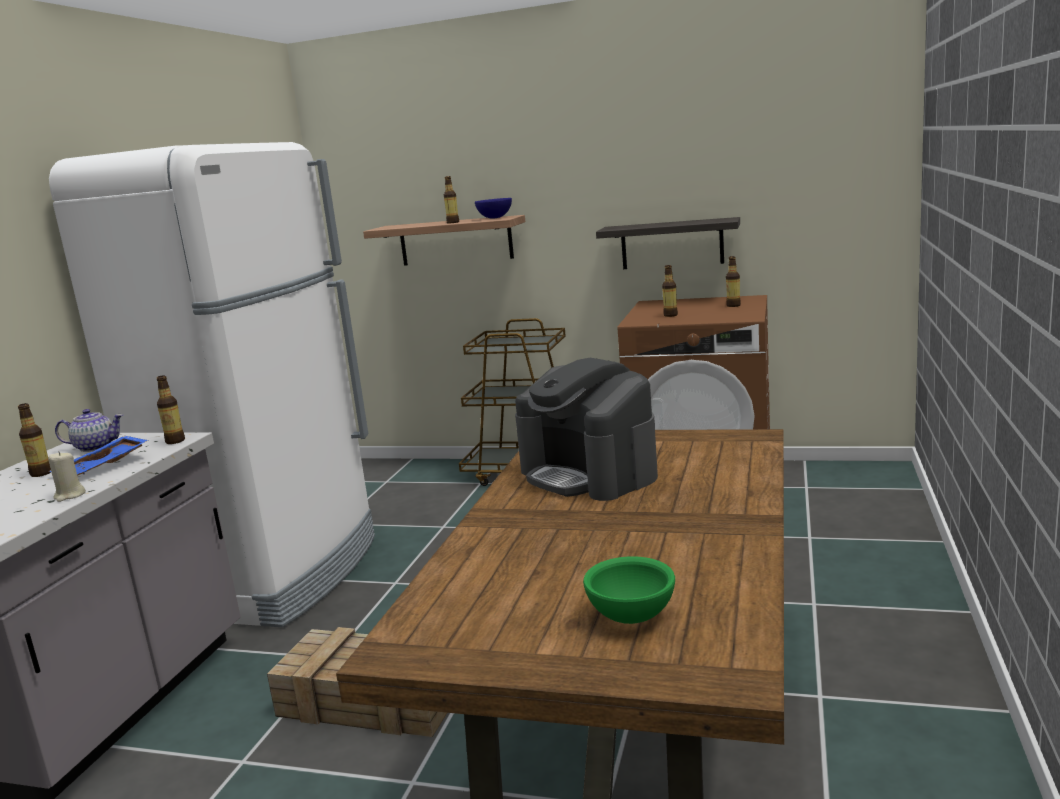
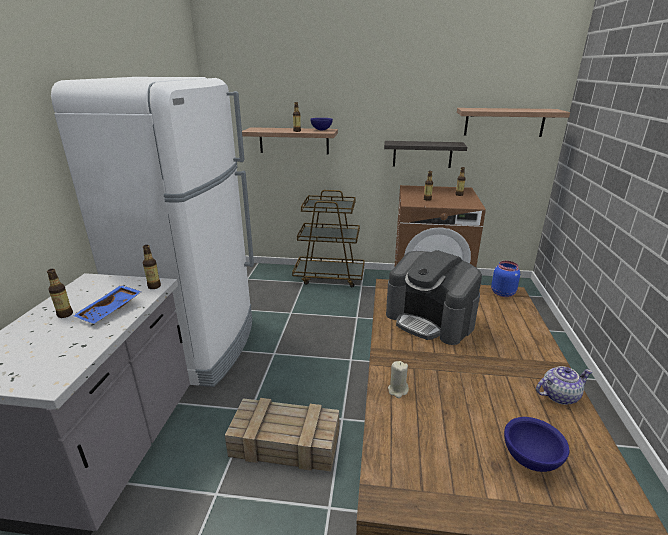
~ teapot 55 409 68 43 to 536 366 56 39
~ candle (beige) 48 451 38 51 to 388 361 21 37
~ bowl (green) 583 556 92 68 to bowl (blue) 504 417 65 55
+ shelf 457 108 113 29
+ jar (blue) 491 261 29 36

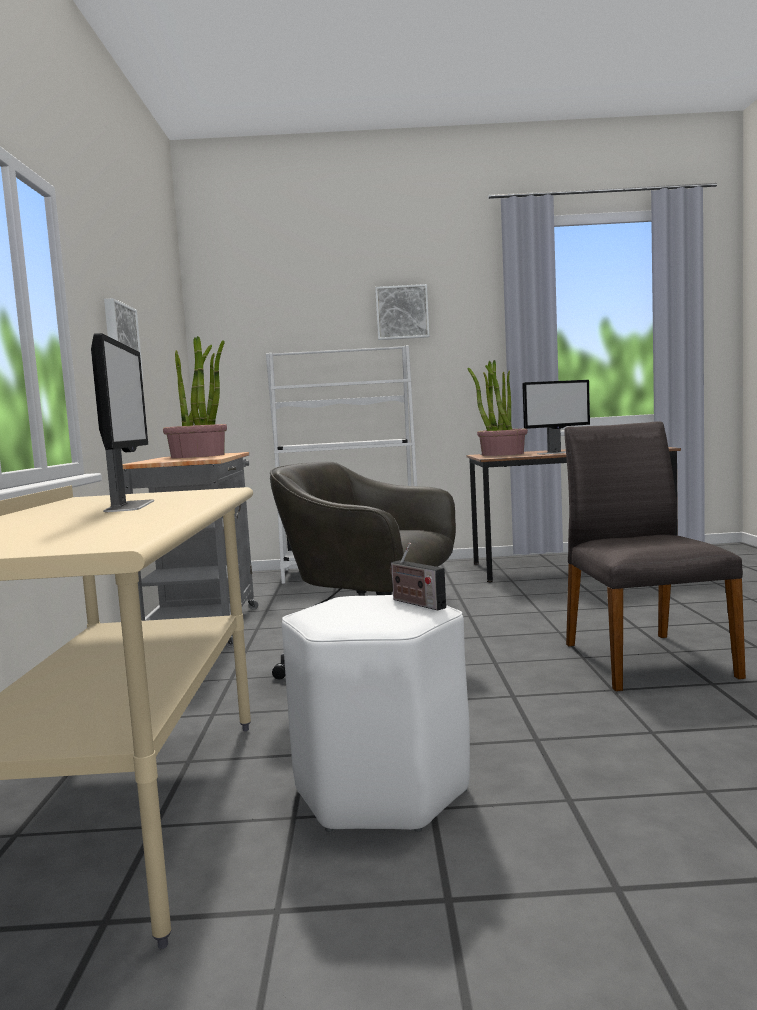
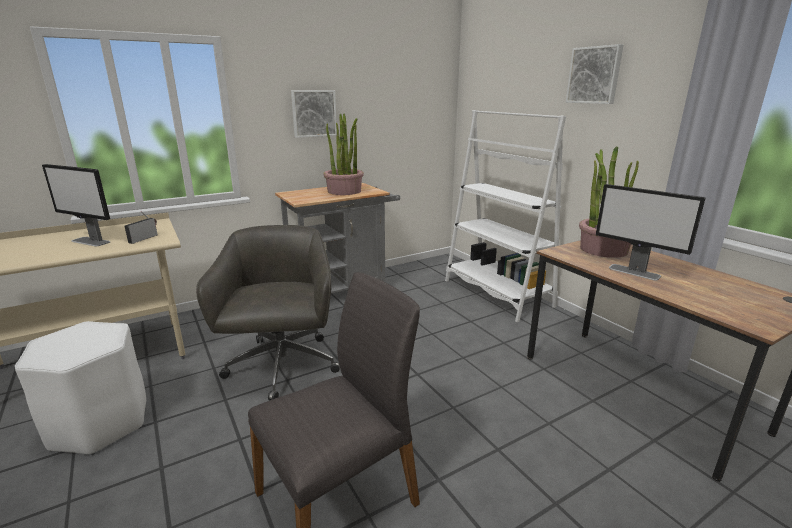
~ monitor 91 333 63 179 = 42 164 68 82 60 degrees clockwise
~ radio 390 543 56 68 to 124 211 34 33

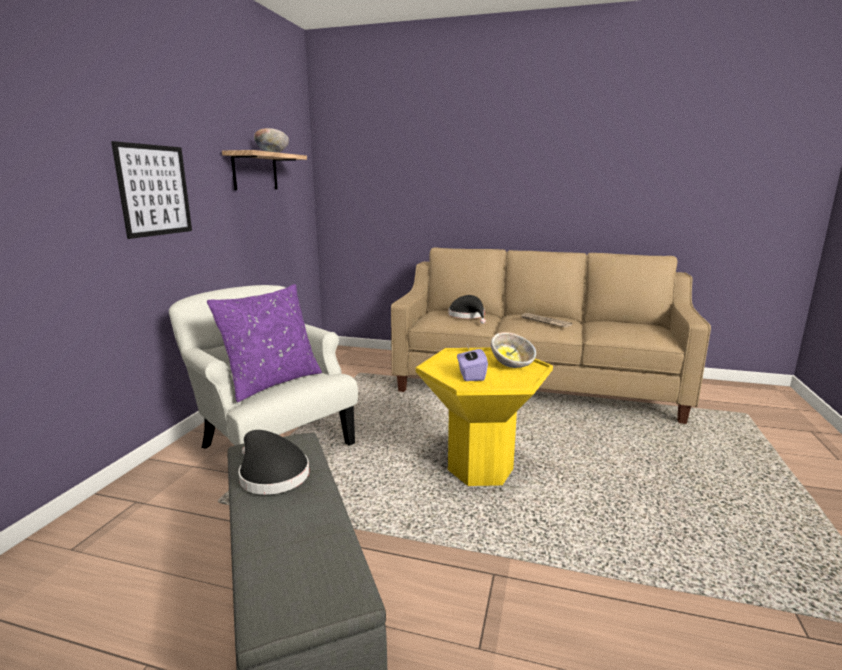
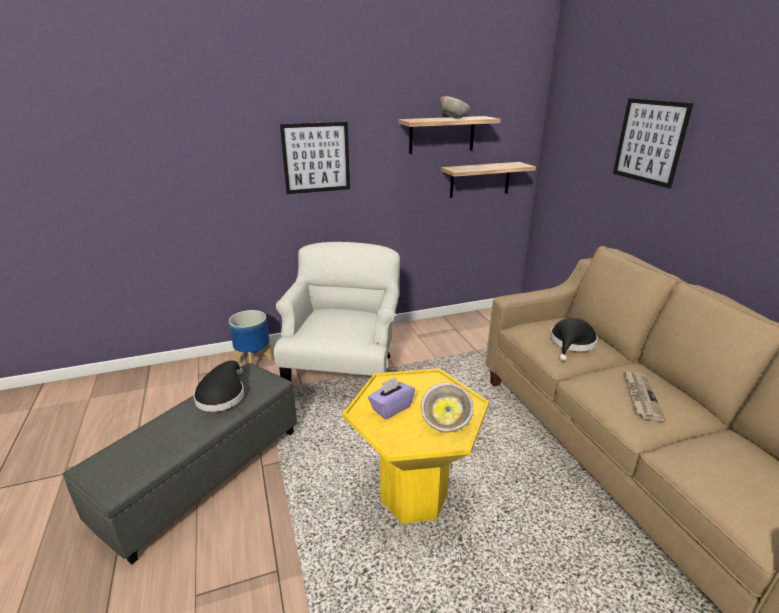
- pillow (purple) 207 284 115 118
+ picture 613 98 81 91
+ shelf 441 162 95 36
+ planter 229 310 43 54

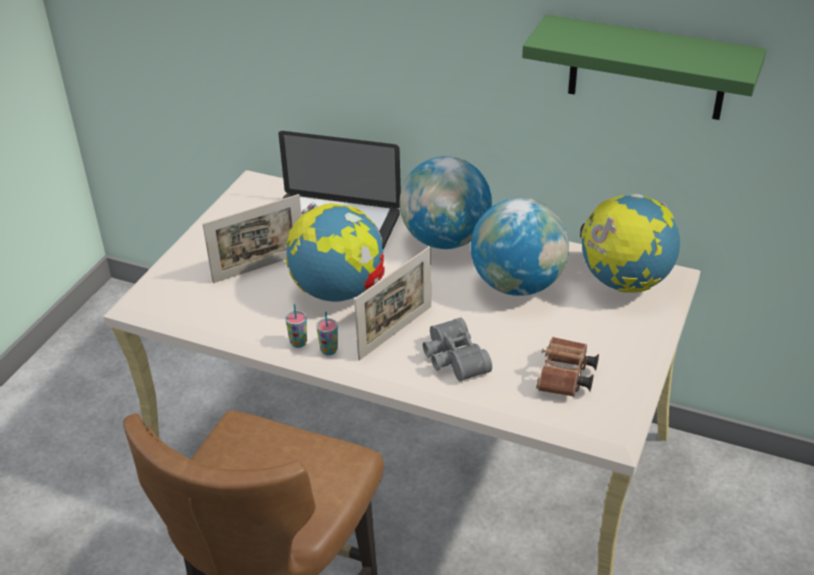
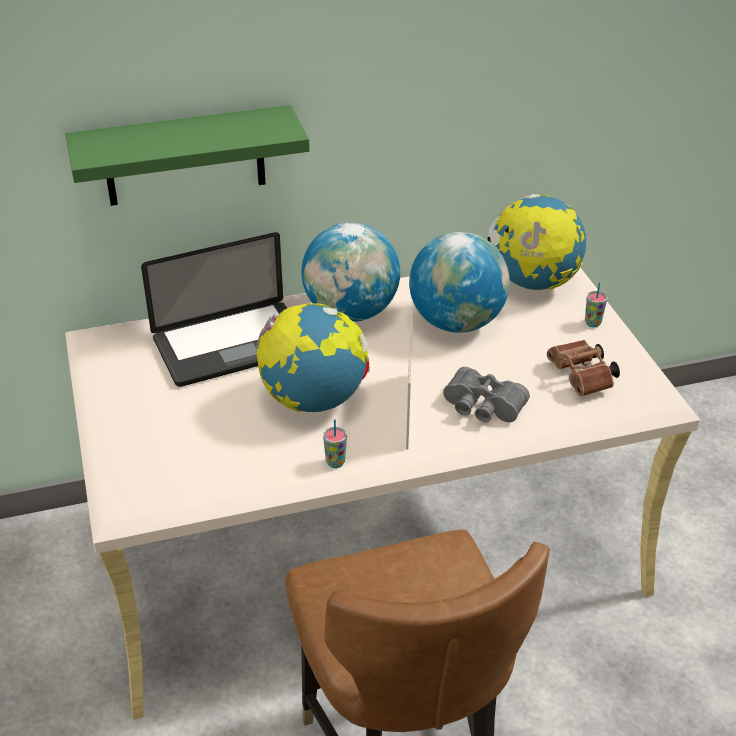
~ shelf (green) 522 15 244 105 to 65 105 245 101
- picture frame 203 194 99 89
~ cup 316 311 22 45 to 585 282 23 45

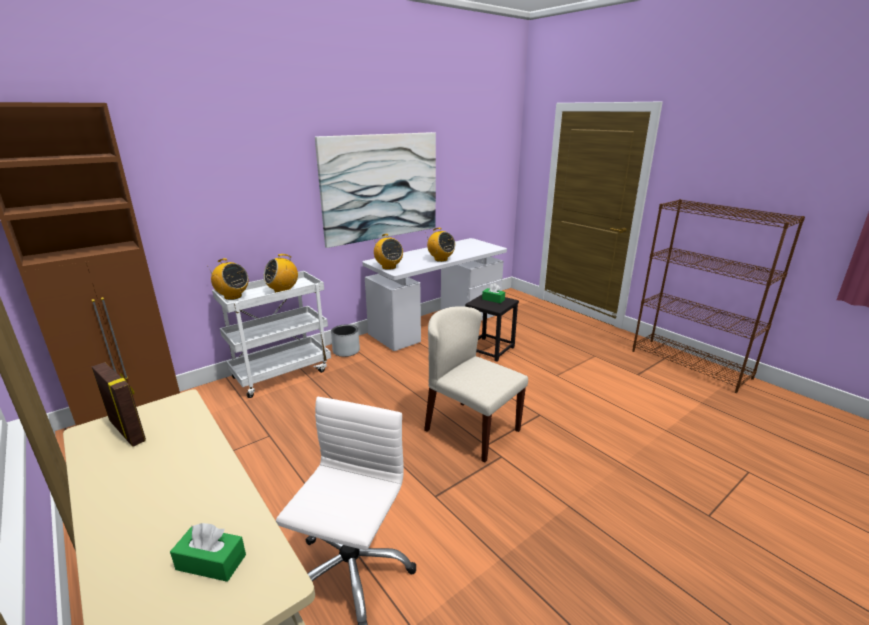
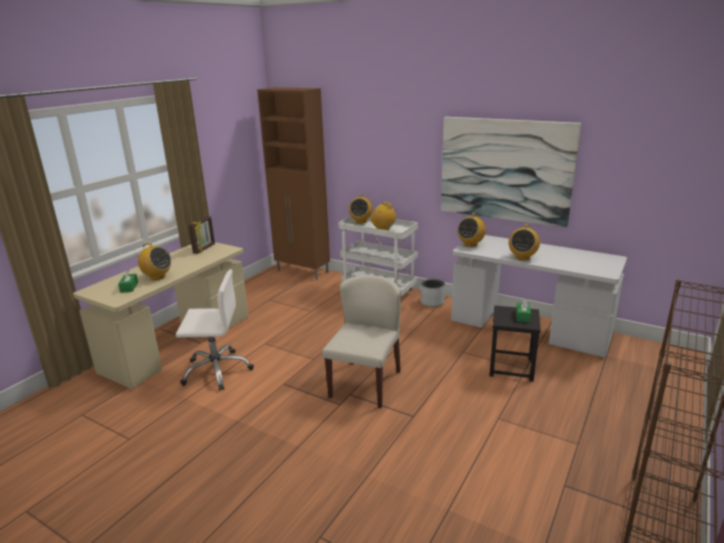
+ radio 135 243 36 37

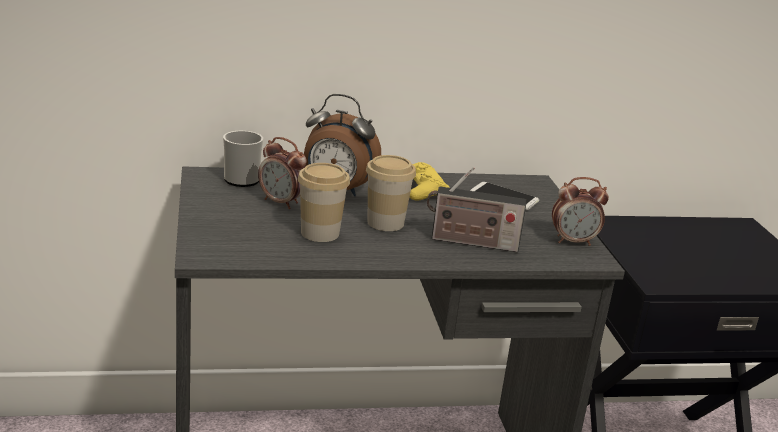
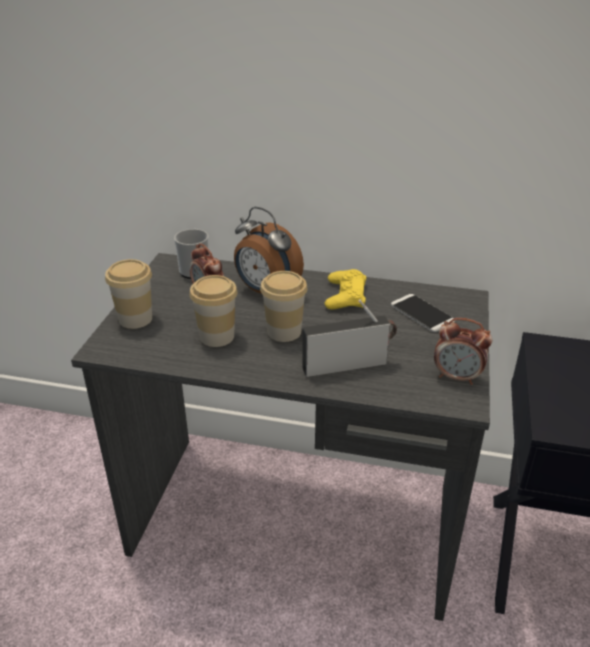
~ radio 427 167 99 85 = 302 300 95 77 135 degrees clockwise
+ cup 105 259 47 70

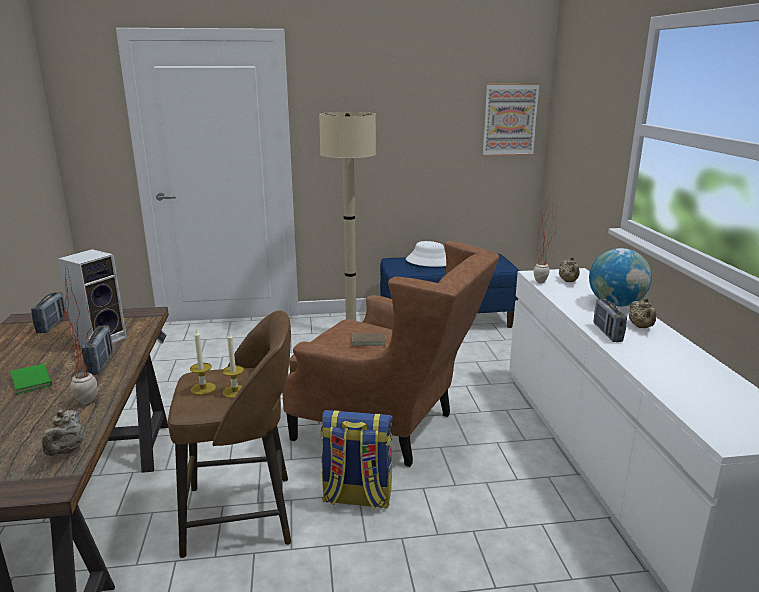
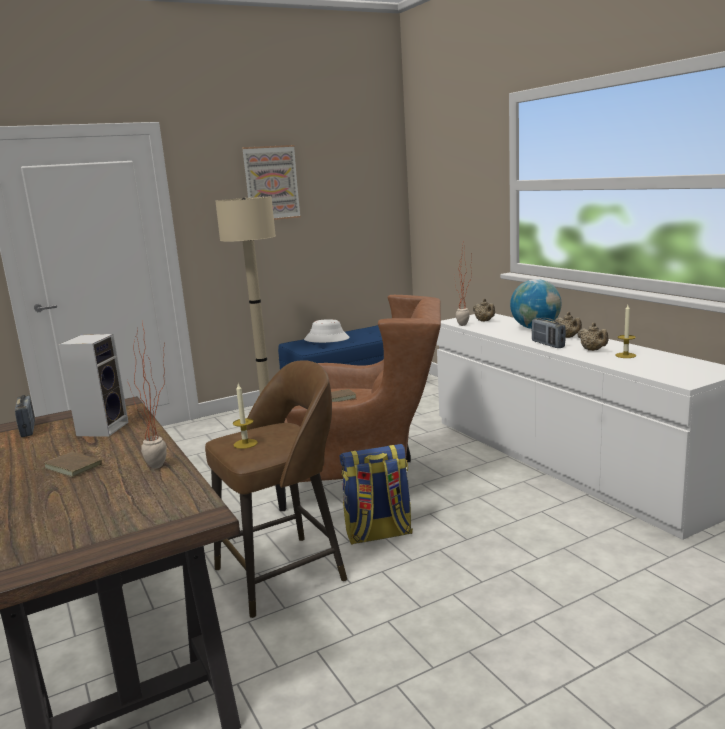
~ picture 482 83 58 73 to 242 145 59 75
- radio 82 325 31 50
~ candle 222 331 22 67 to 616 305 20 53
~ book (green) 10 362 42 33 to book (brown) 44 448 58 30
~ teapot (beige) 42 410 42 46 to 578 323 31 28

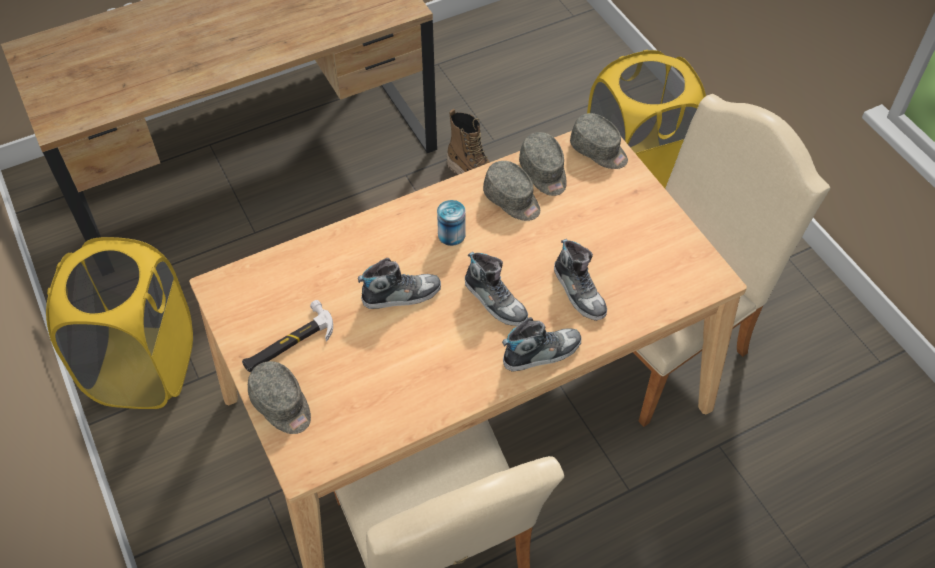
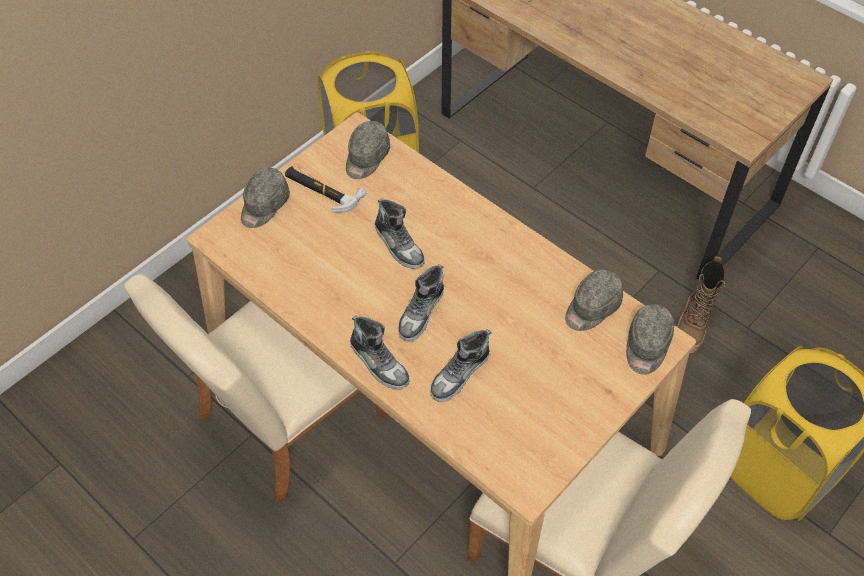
~ cap (grey) 483 161 57 60 to 346 121 44 58
- can 437 200 29 46

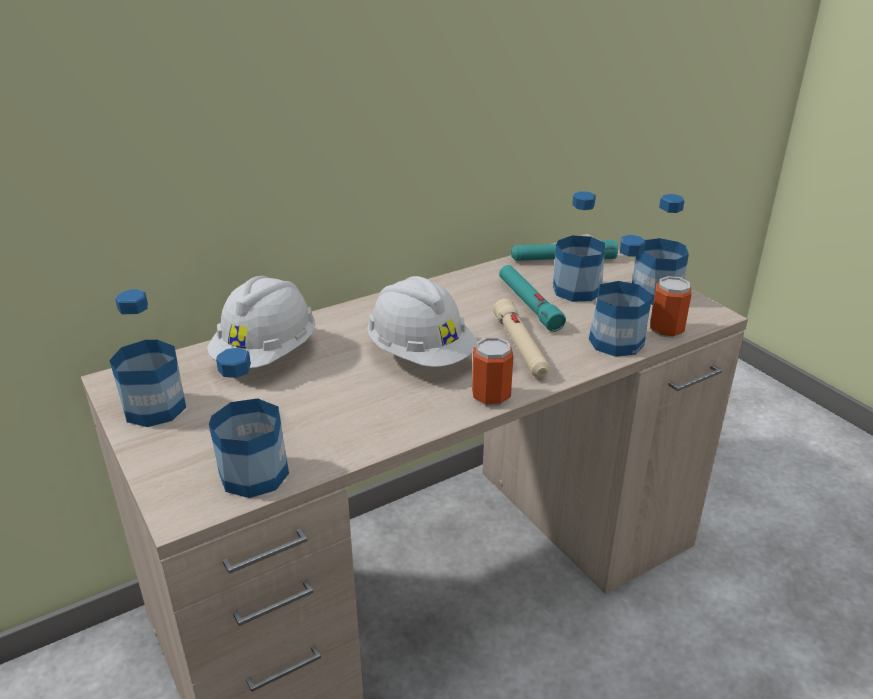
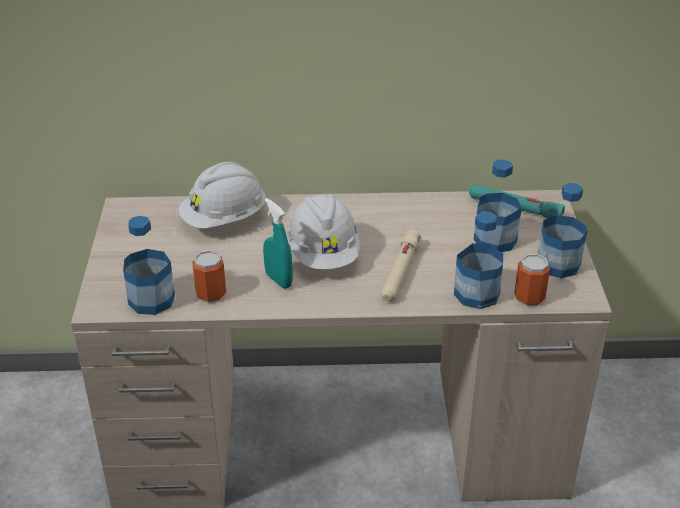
- flashlight (turquoise) 499 265 67 67
- bottle 109 289 77 138
~ can 472 337 41 69 to 192 250 34 53
+ spray bottle (turquoise) 263 198 30 91

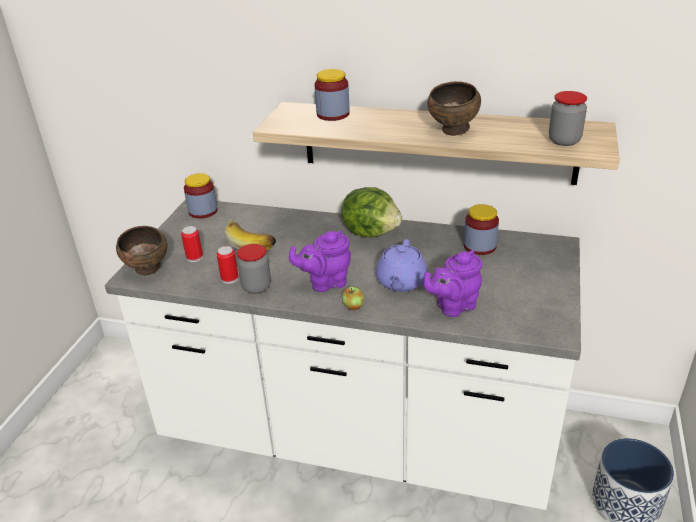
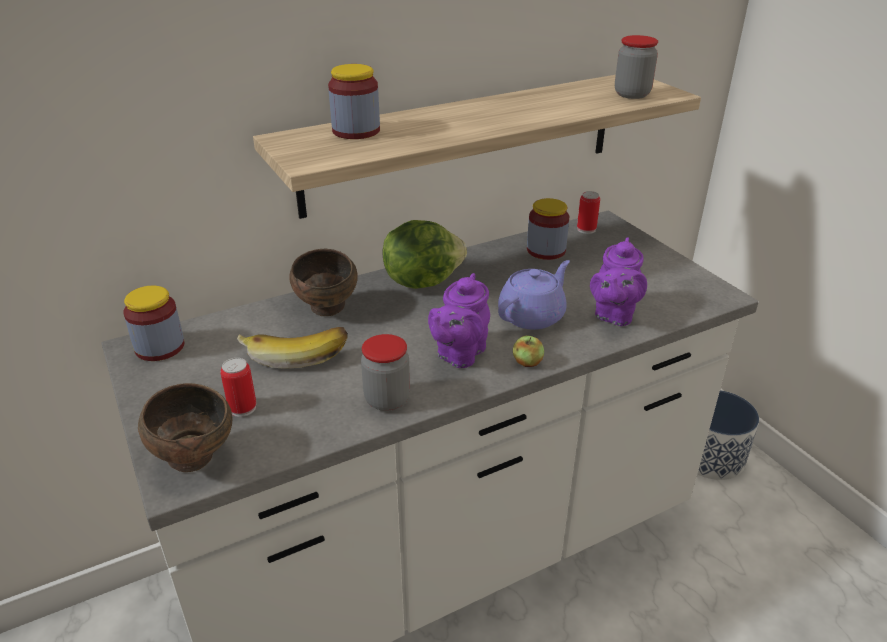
~ bowl (brown) 427 81 54 55 to 289 249 69 67
~ teapot (purple) 376 239 52 53 = 498 260 72 70 105 degrees counterclockwise
~ can 217 246 21 38 to 577 191 23 43

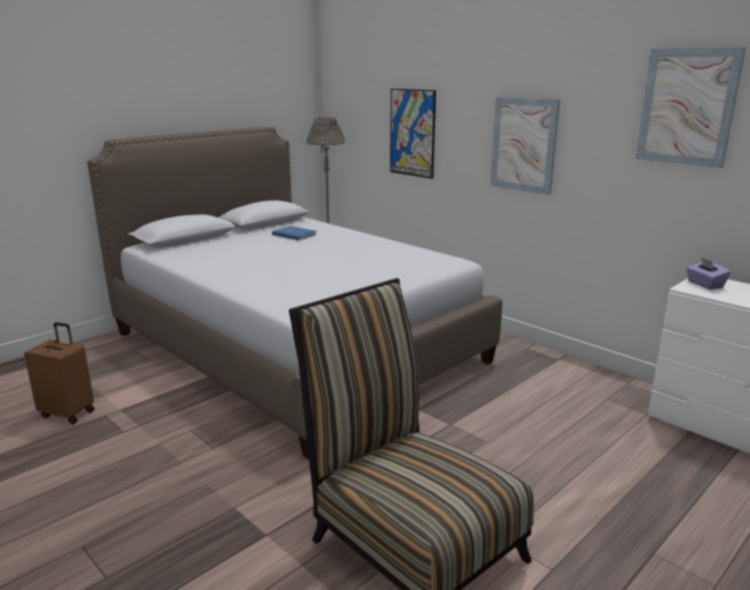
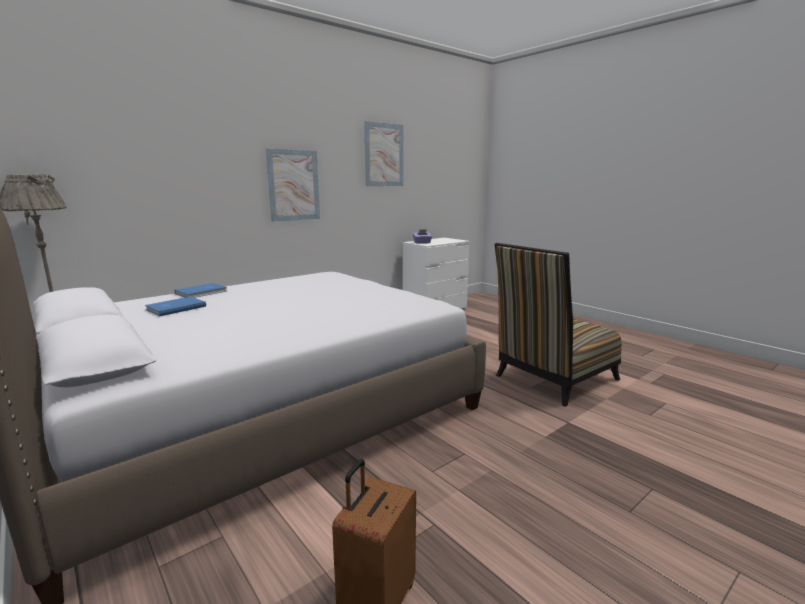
- picture 390 89 46 90
+ book (blue) 174 283 53 15

